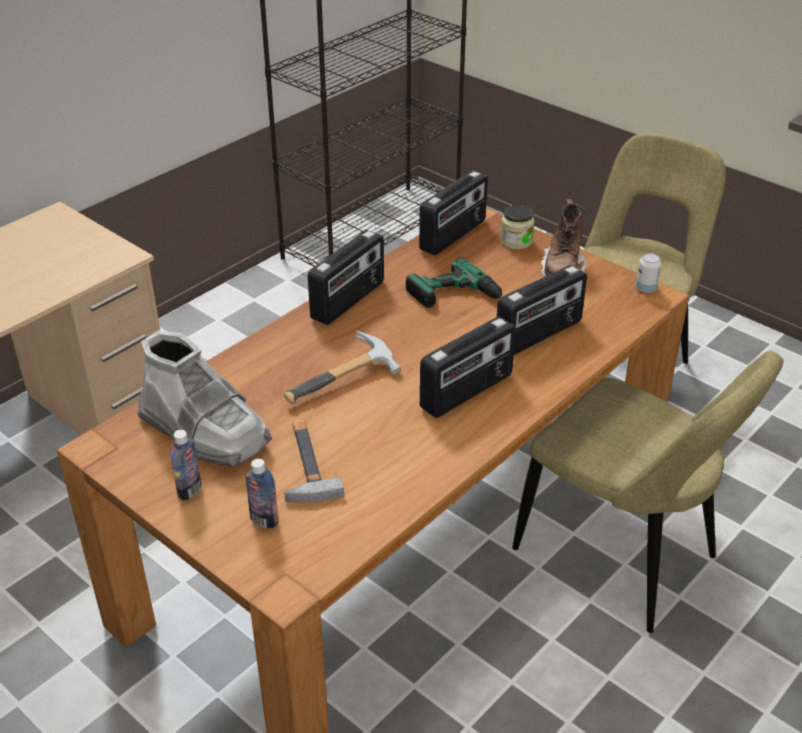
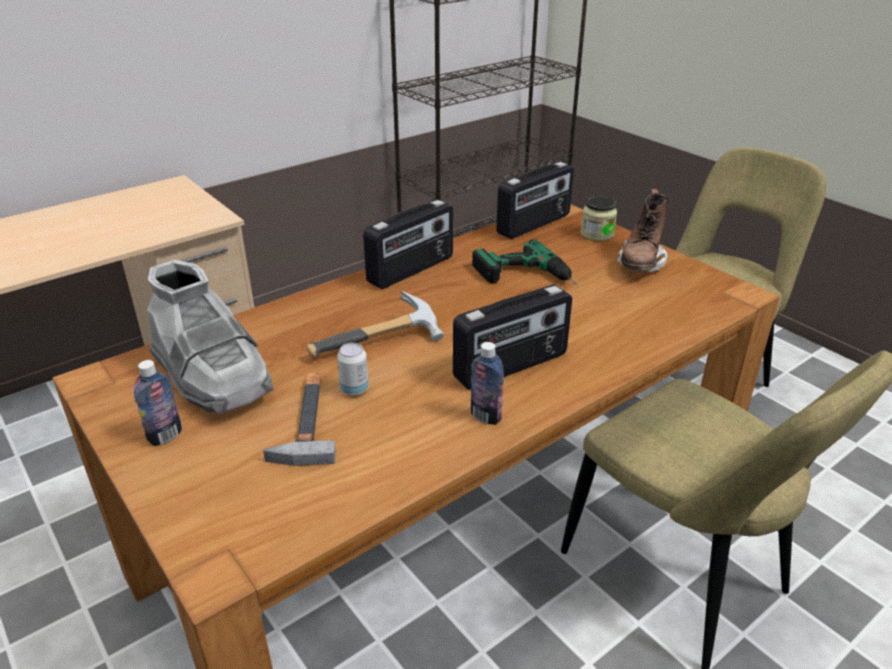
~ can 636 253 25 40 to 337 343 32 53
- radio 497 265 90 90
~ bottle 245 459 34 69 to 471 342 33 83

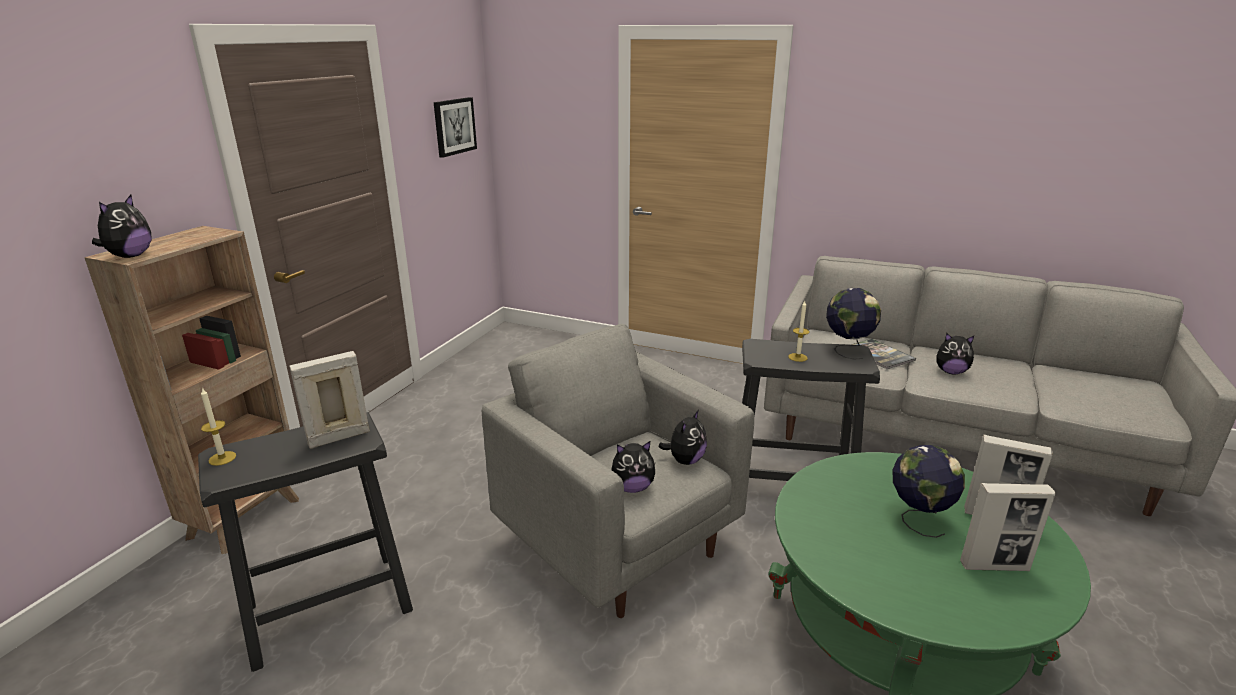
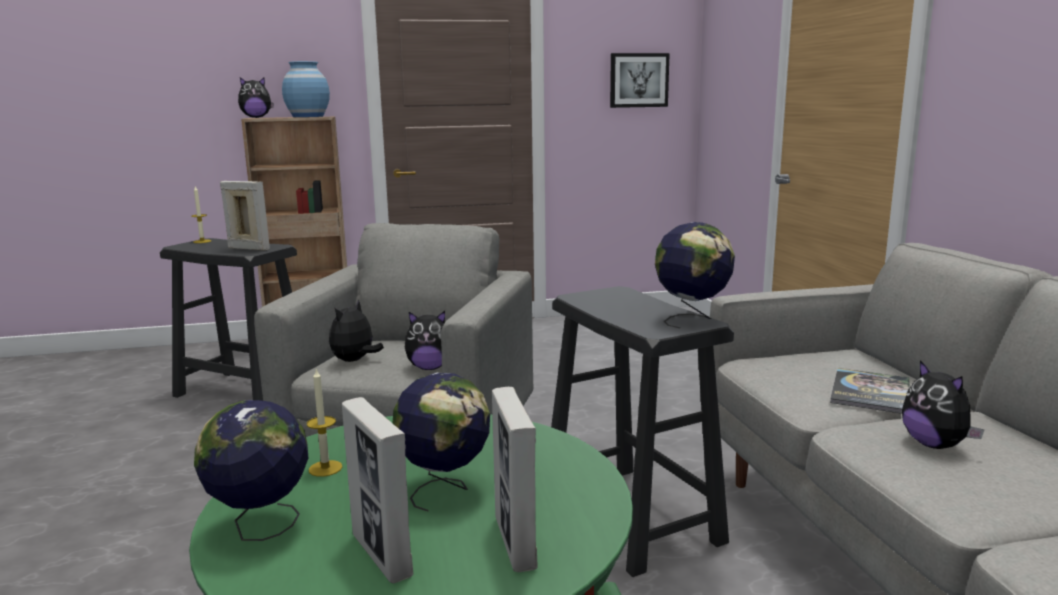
~ candle 788 301 22 61 to 307 369 35 108
~ plush toy 611 441 44 52 = 329 300 55 62 75 degrees clockwise
+ vase (blue) 282 61 48 56
+ globe 194 400 114 141

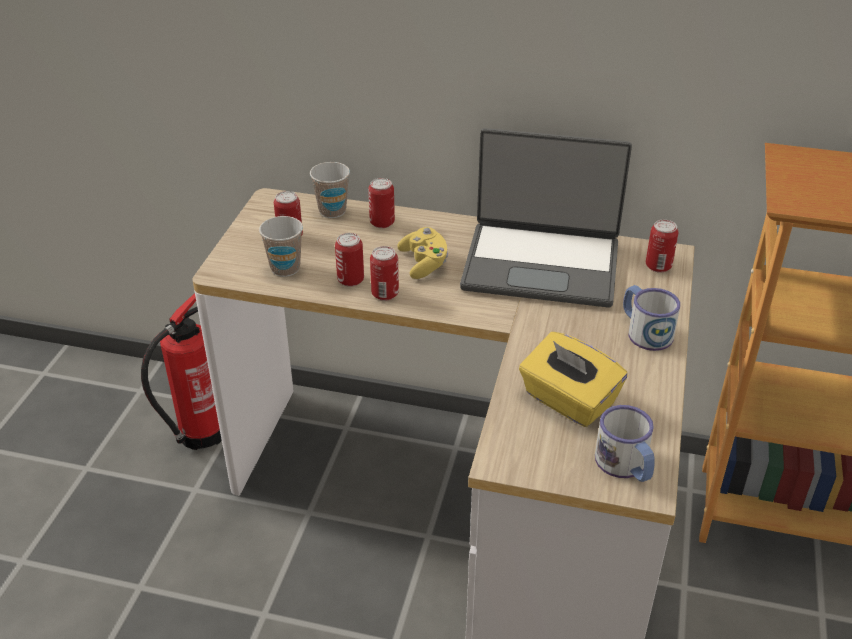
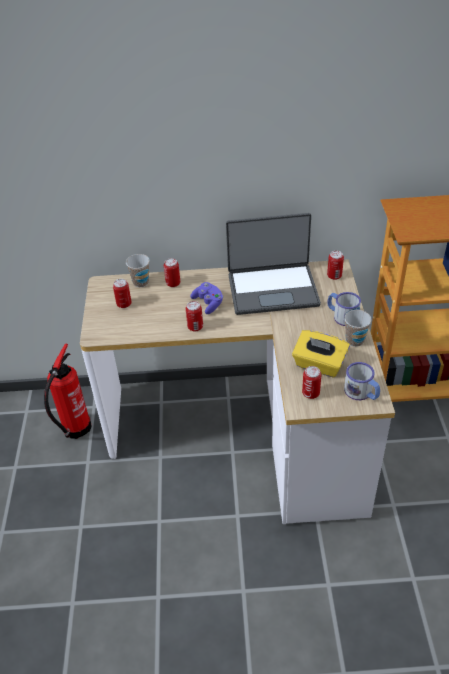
~ cup 259 216 44 61 to 344 310 28 37
~ game controller (yellow) 397 227 51 52 to game controller (purple) 190 282 33 32
~ can 335 233 29 54 to 302 366 19 33

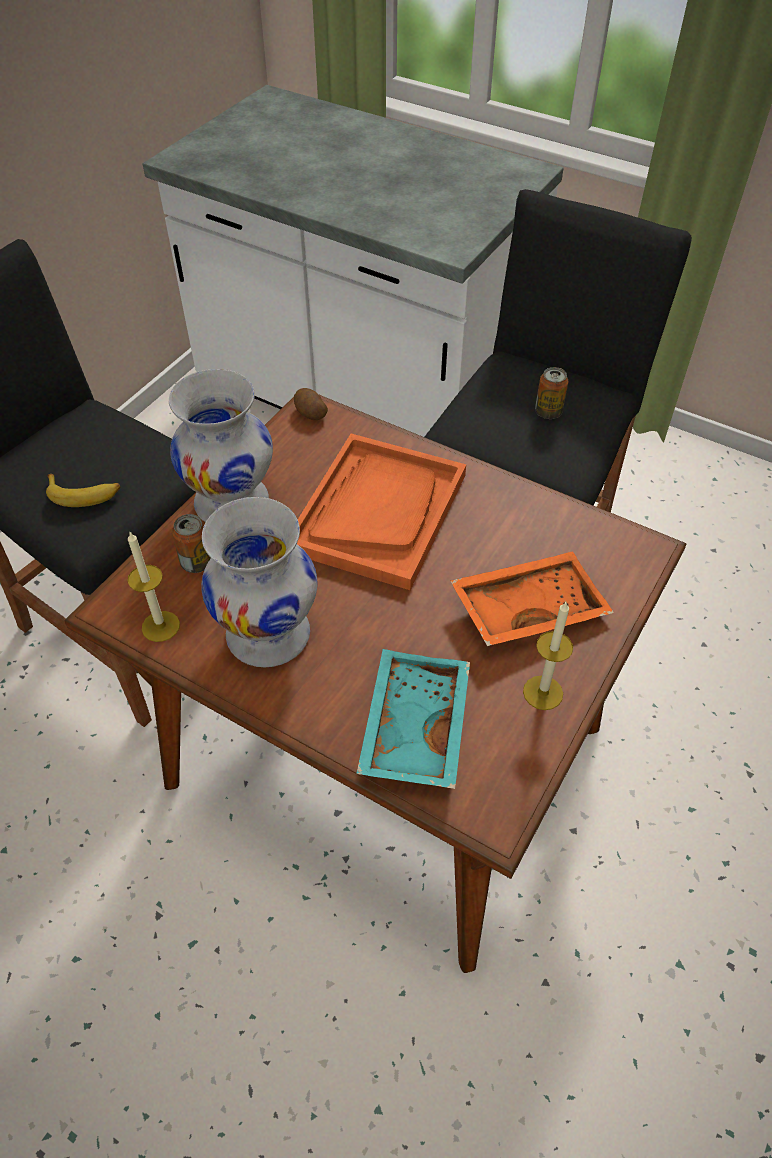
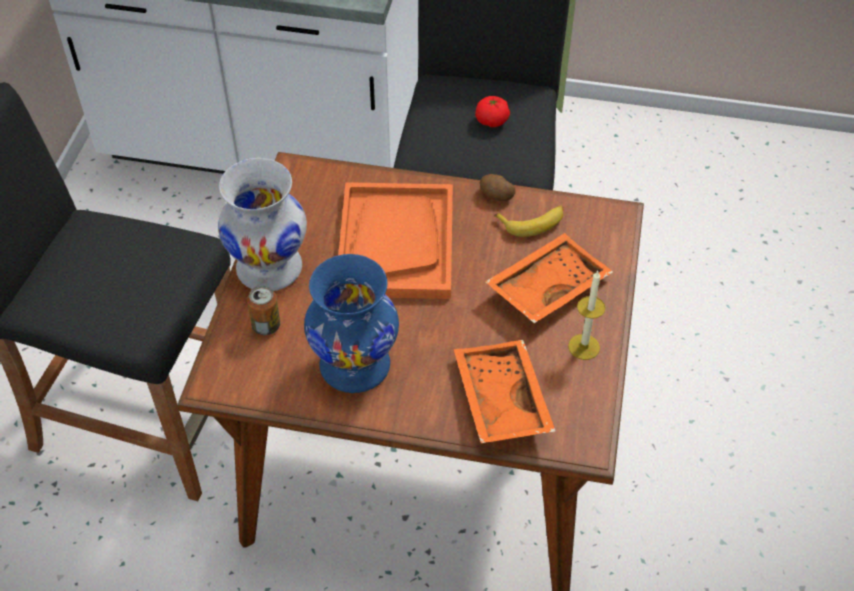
~ can 535 367 33 52 to tomato 475 96 35 31
~ potato 294 388 34 32 to 480 174 35 27
~ banana 46 474 75 33 to 494 205 70 32
~ vase (white) 201 497 116 171 to vase (blue) 304 254 95 139
- candle 128 531 52 111
~ tray (turquoise) 356 649 114 140 to tray (orange) 454 340 102 103

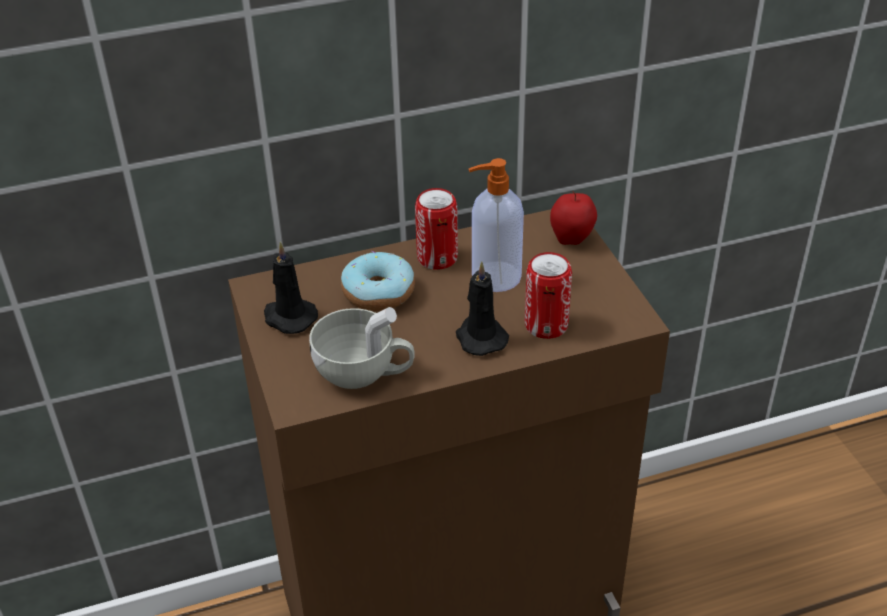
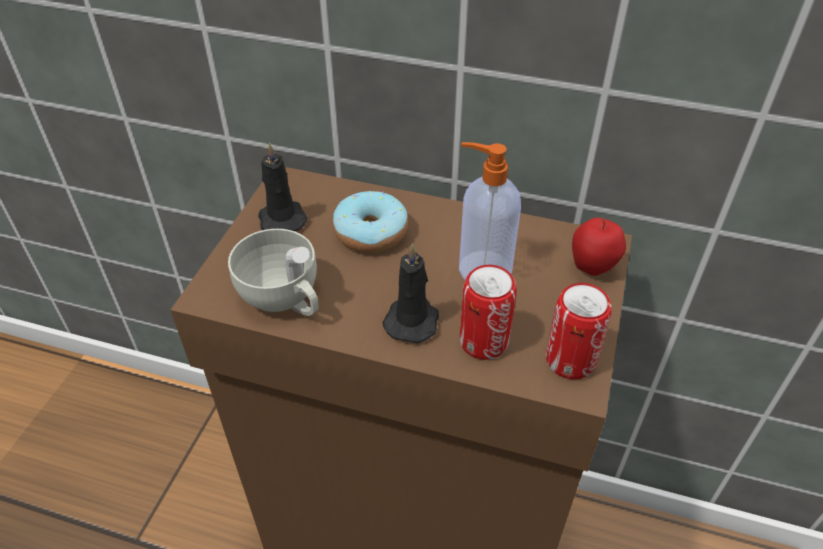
~ can 415 188 43 82 to 546 283 65 96

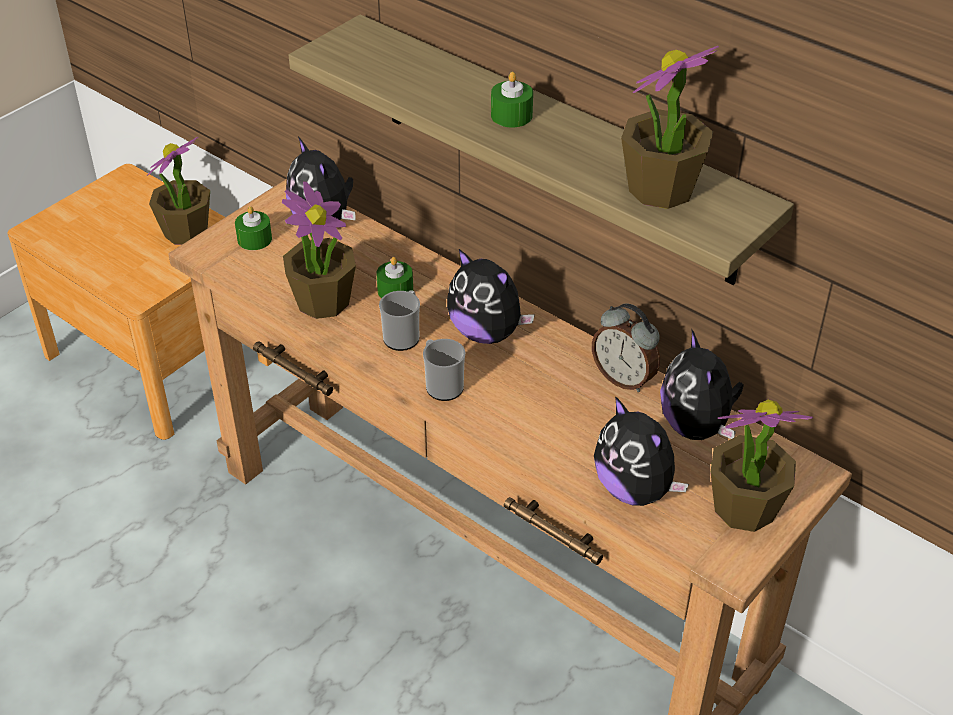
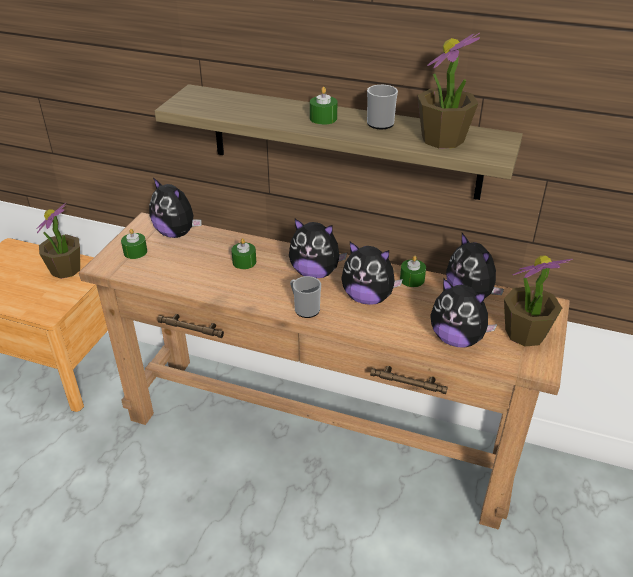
- potted plant 282 181 74 138
~ mug 379 291 41 60 to 367 85 31 44
~ alarm clock 592 303 68 89 to candle (green) 400 256 26 31
+ plush toy 341 242 62 63

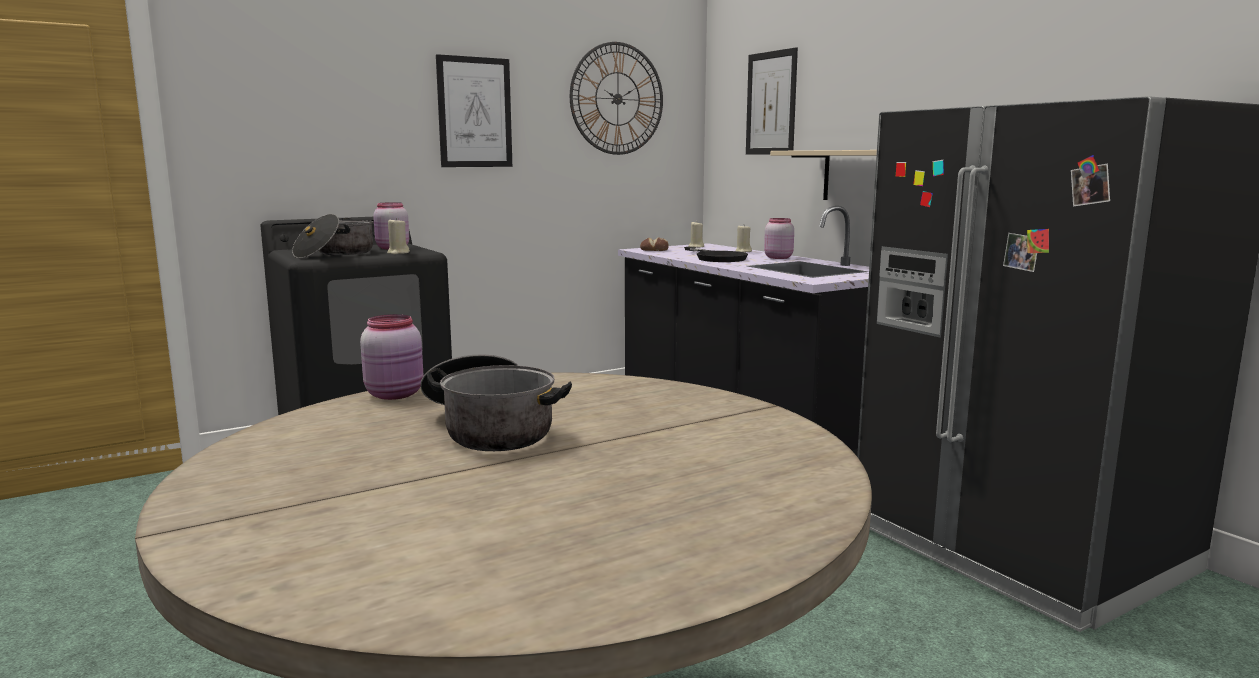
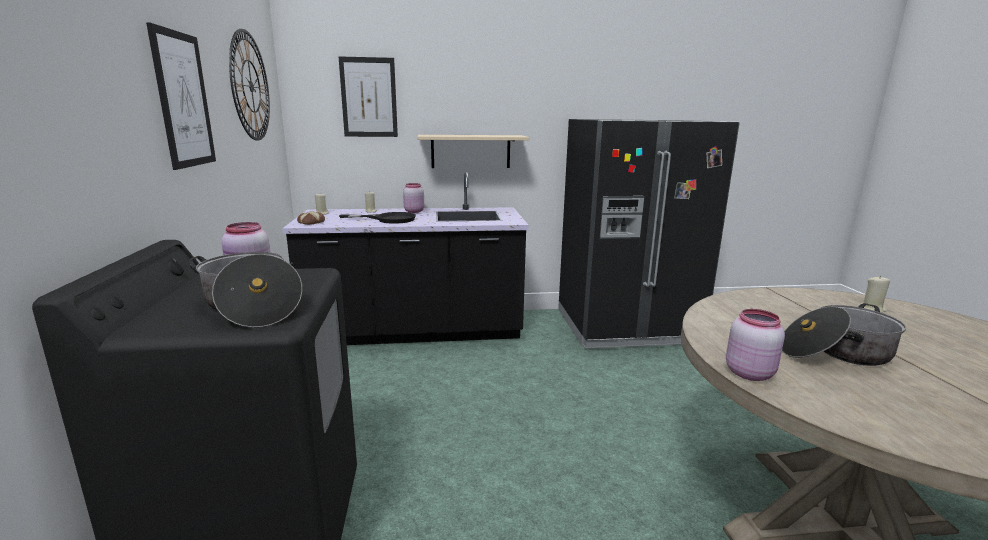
~ candle (beige) 387 218 23 36 to 861 276 29 37

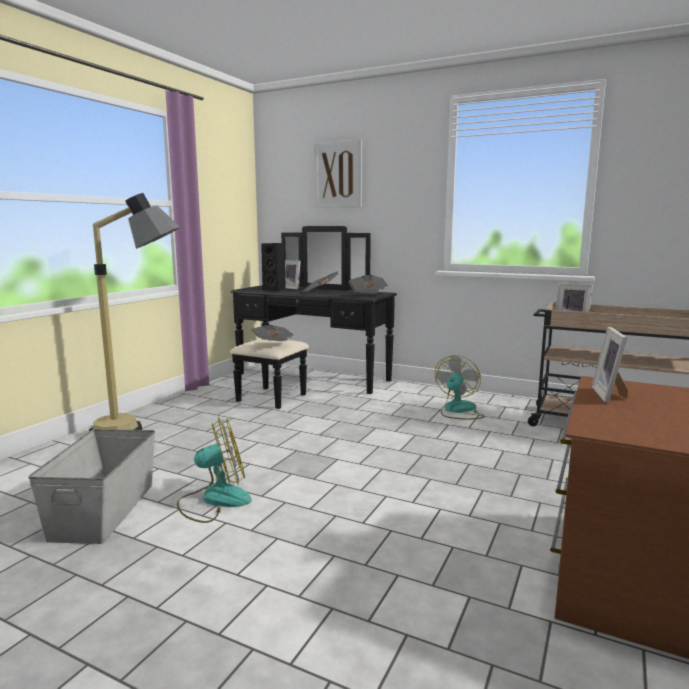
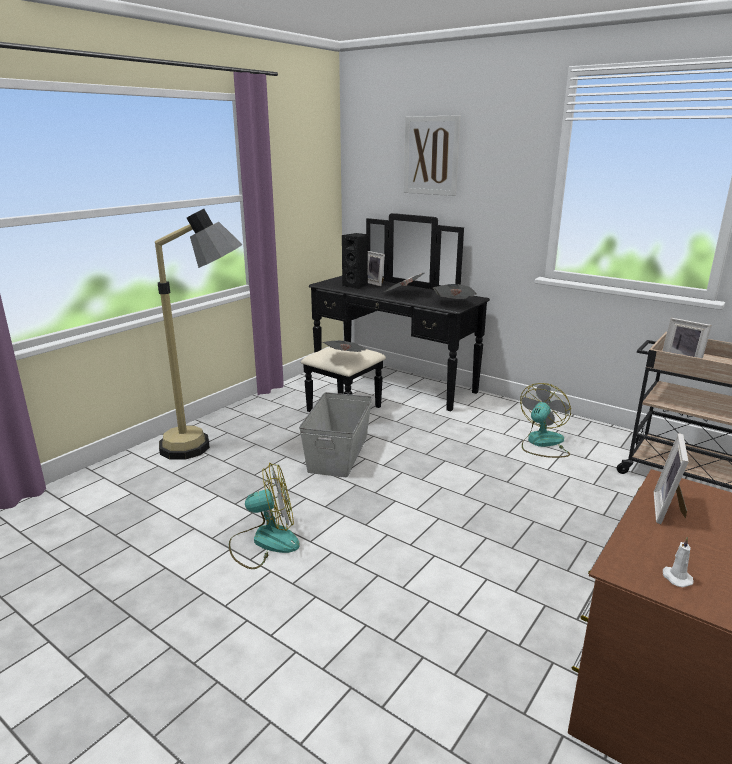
~ storage box (grey) 28 429 127 115 to 299 392 73 85
+ candle (white) 663 537 31 50

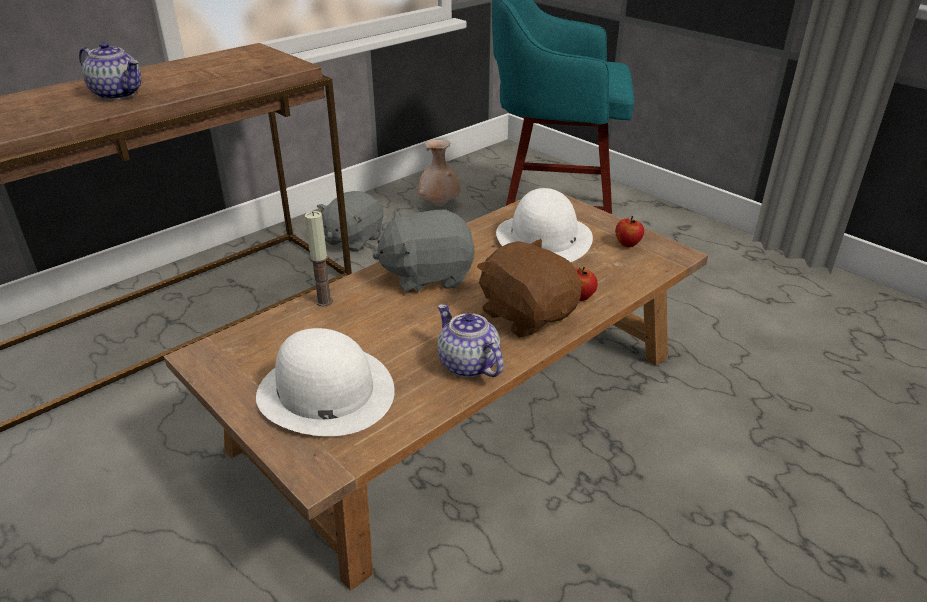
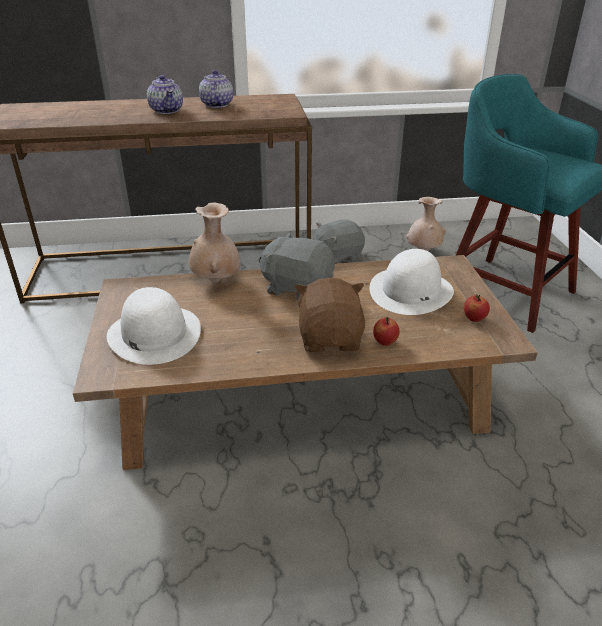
~ candle 305 211 28 96 to vase (beige) 189 203 52 79
~ teapot 438 304 65 74 to 199 70 34 38

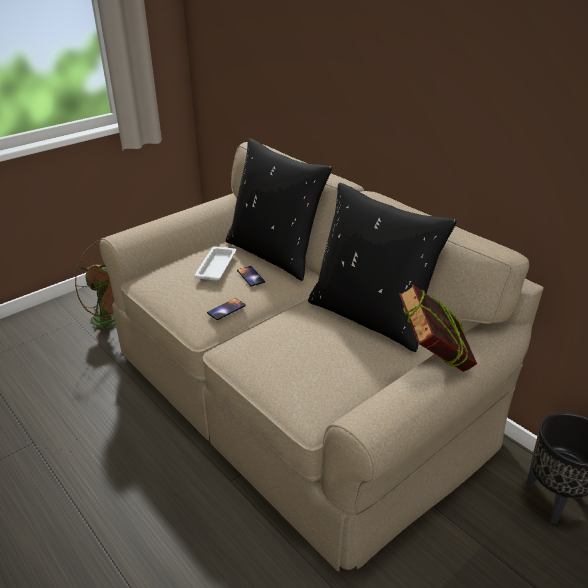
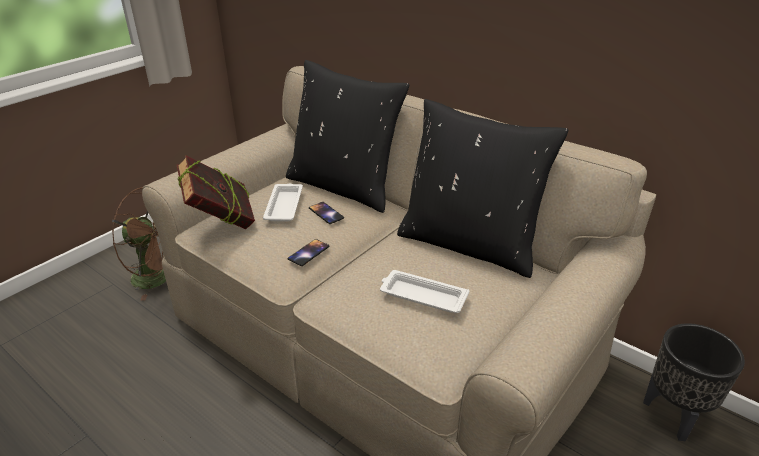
~ book 399 284 78 88 to 177 155 78 74
+ tray (white) 380 270 89 43

